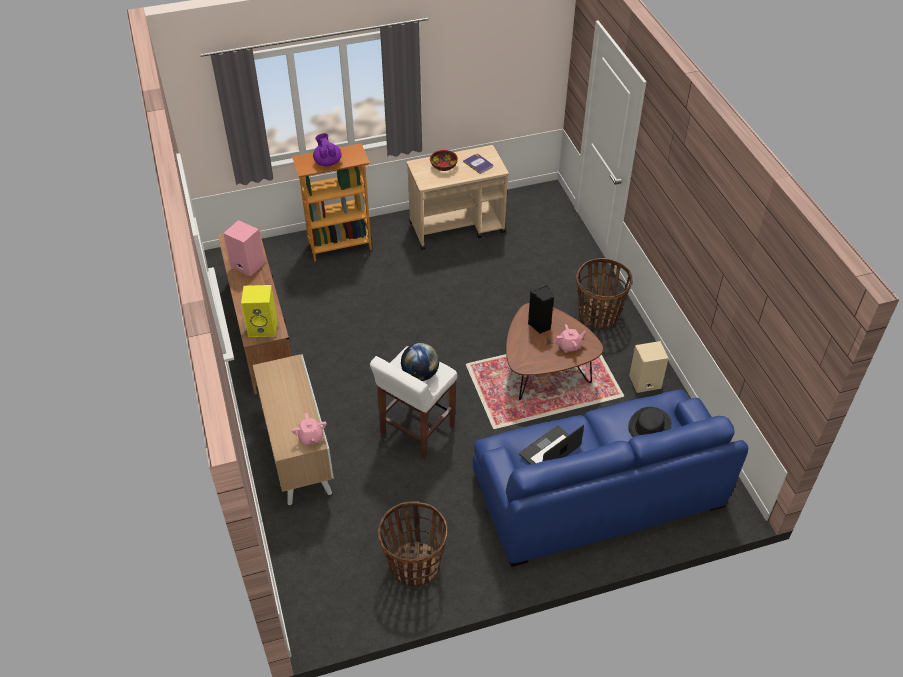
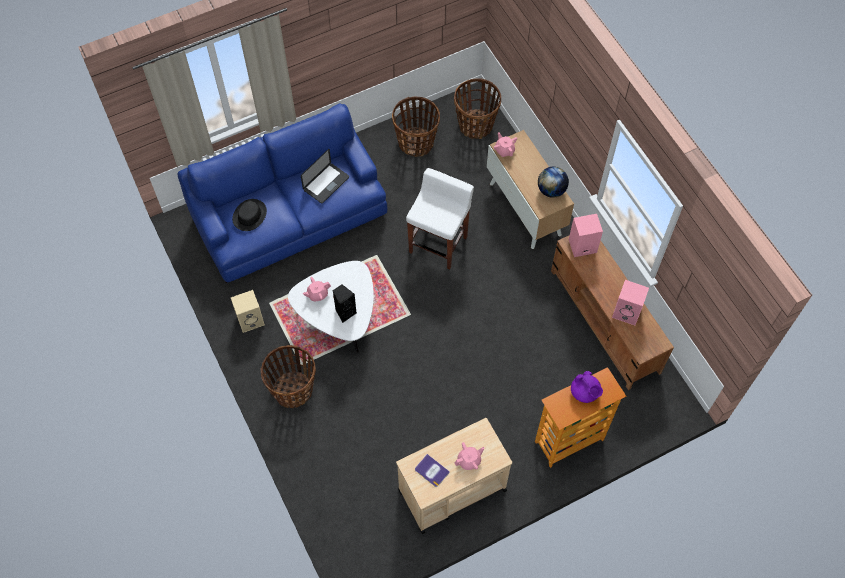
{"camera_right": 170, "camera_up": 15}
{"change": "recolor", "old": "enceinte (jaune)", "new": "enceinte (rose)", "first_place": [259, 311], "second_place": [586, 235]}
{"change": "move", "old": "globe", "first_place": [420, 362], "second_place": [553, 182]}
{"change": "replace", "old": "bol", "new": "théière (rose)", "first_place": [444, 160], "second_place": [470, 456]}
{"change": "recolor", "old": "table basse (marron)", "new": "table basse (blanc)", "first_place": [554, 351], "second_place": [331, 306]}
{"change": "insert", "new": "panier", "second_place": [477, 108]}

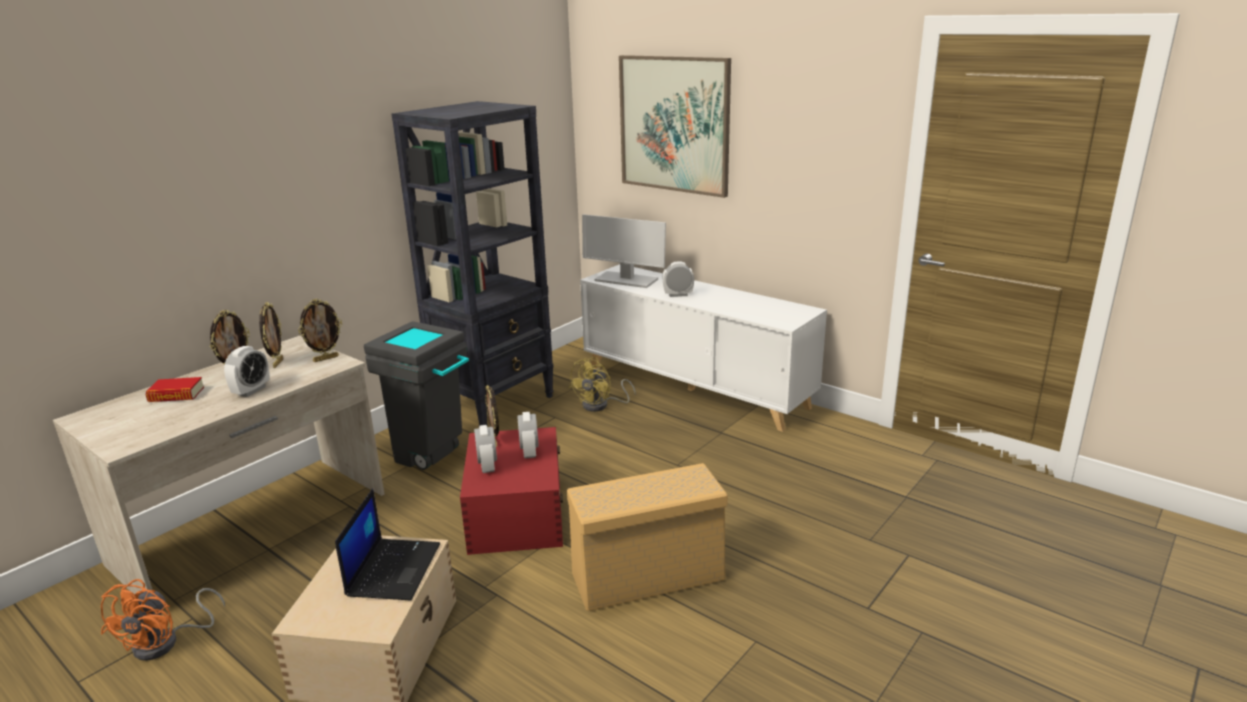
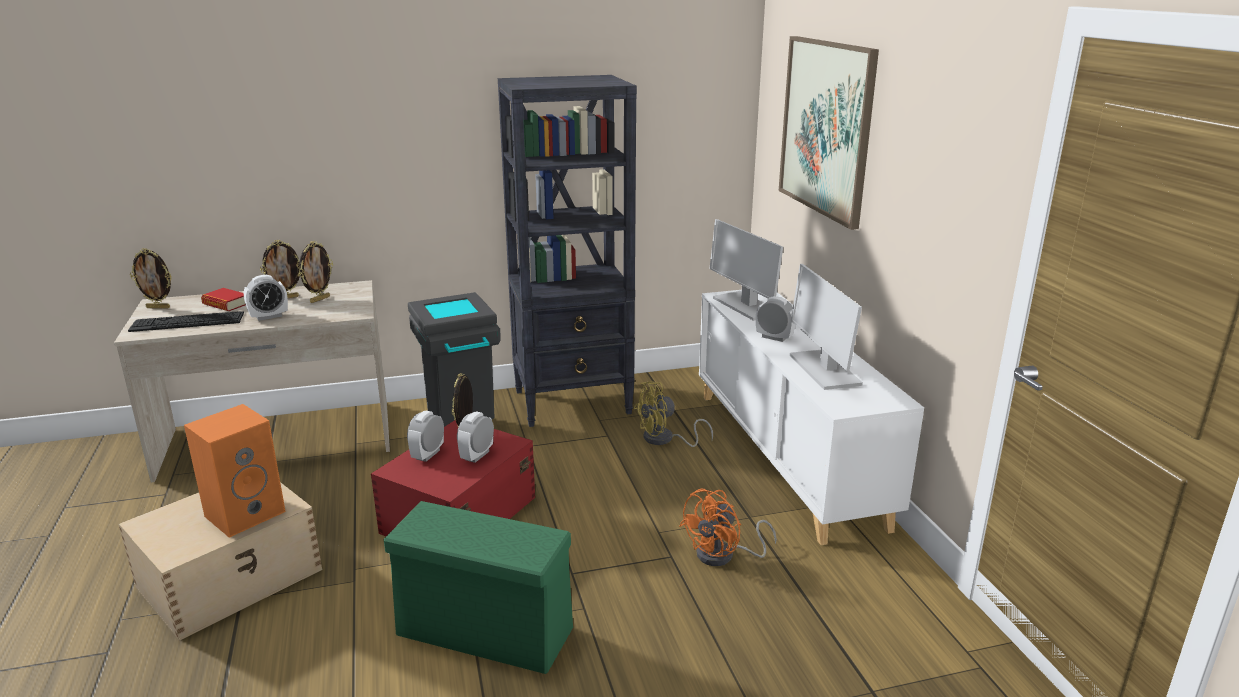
{"camera_right": 35, "camera_up": 0}
{"change": "move", "old": "ventilateur (orange)", "first_place": [163, 620], "second_place": [728, 527]}
{"change": "move", "old": "cadre photo", "first_place": [320, 330], "second_place": [151, 278]}
{"change": "replace", "old": "ordinateur portable", "new": "enceinte (orange)", "first_place": [387, 544], "second_place": [235, 471]}
{"change": "recolor", "old": "boîte de rangement (beige)", "new": "boîte de rangement (vert)", "first_place": [647, 537], "second_place": [478, 587]}
{"change": "insert", "new": "clavier", "second_place": [186, 321]}
{"change": "insert", "new": "écran d'ordinateur", "second_place": [826, 327]}

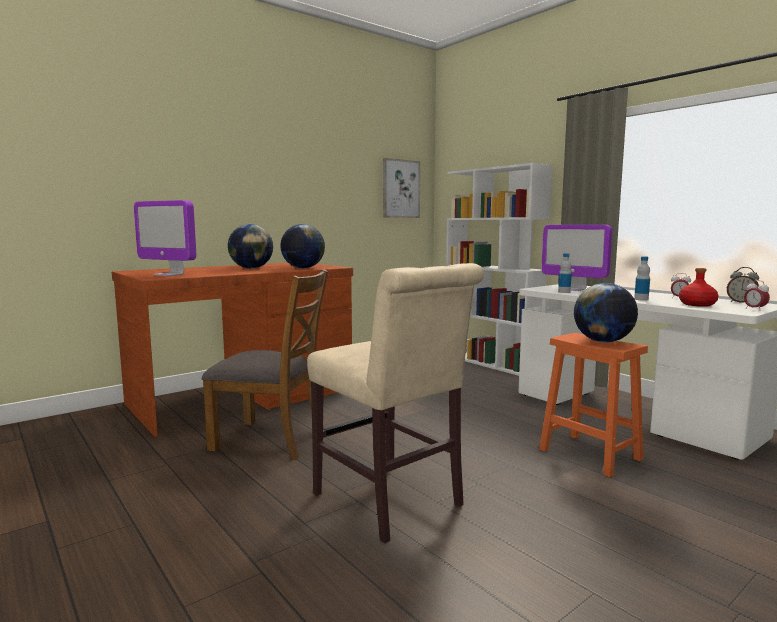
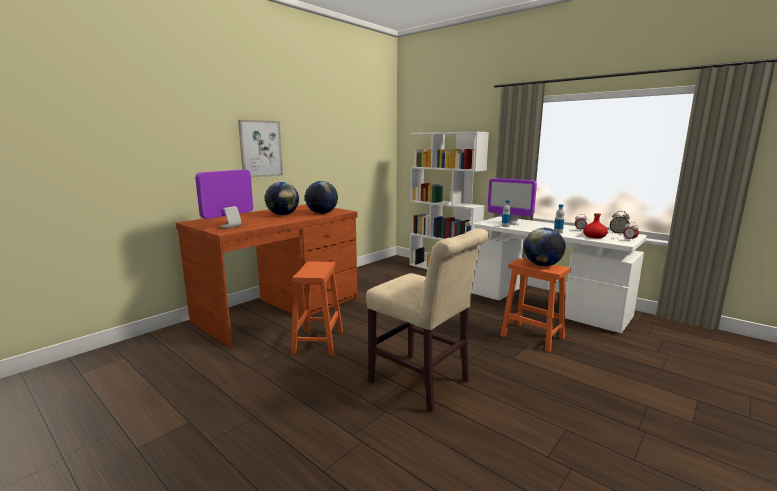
{"camera_right": -10, "camera_up": 5}
{"change": "rotate", "old": "écran d'ordinateur", "first_place": [165, 238], "second_place": [224, 199], "degrees": 105}
{"change": "replace", "old": "chaise (marron)", "new": "tabouret (orange)", "first_place": [265, 364], "second_place": [317, 308]}
{"change": "move", "old": "tableau", "first_place": [401, 188], "second_place": [260, 149]}

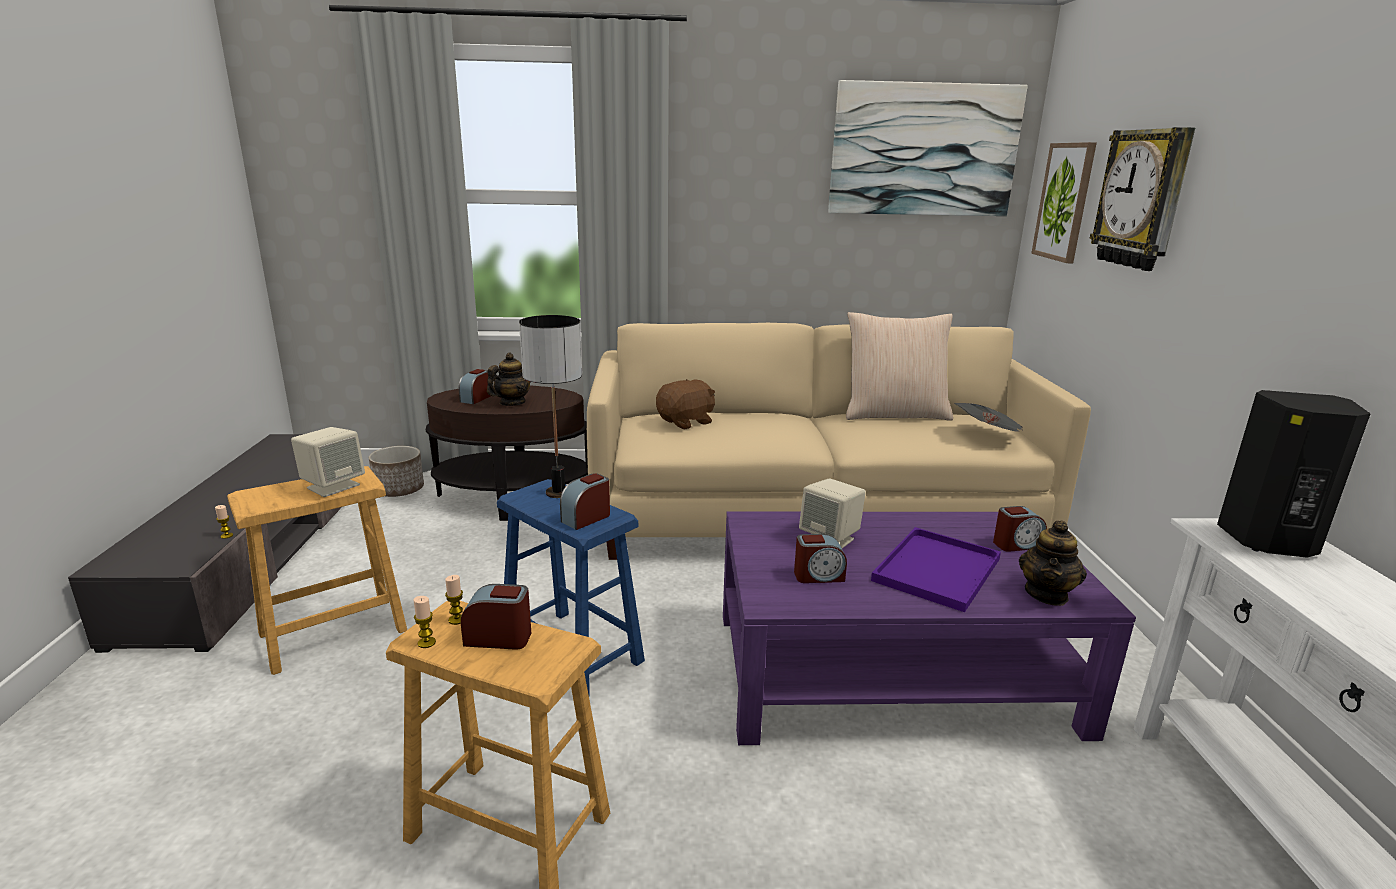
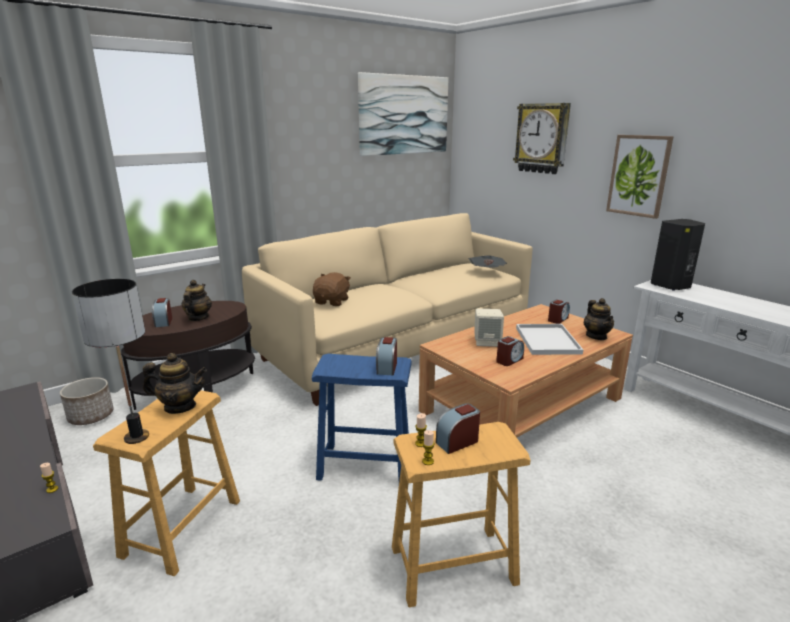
{"camera_right": -35, "camera_up": 0}
{"change": "replace", "old": "enceinte (beige)", "new": "théière", "first_place": [328, 462], "second_place": [175, 383]}
{"change": "move", "old": "lampe de table", "first_place": [550, 406], "second_place": [110, 361]}
{"change": "recolor", "old": "table basse (violet)", "new": "table basse (marron)", "first_place": [929, 628], "second_place": [526, 371]}
{"change": "delete", "old": "coussin (beige)", "first_place": [899, 366]}
{"change": "recolor", "old": "plateau (violet)", "new": "plateau (blanc)", "first_place": [936, 569], "second_place": [549, 339]}
{"change": "move", "old": "tableau", "first_place": [1064, 202], "second_place": [640, 177]}

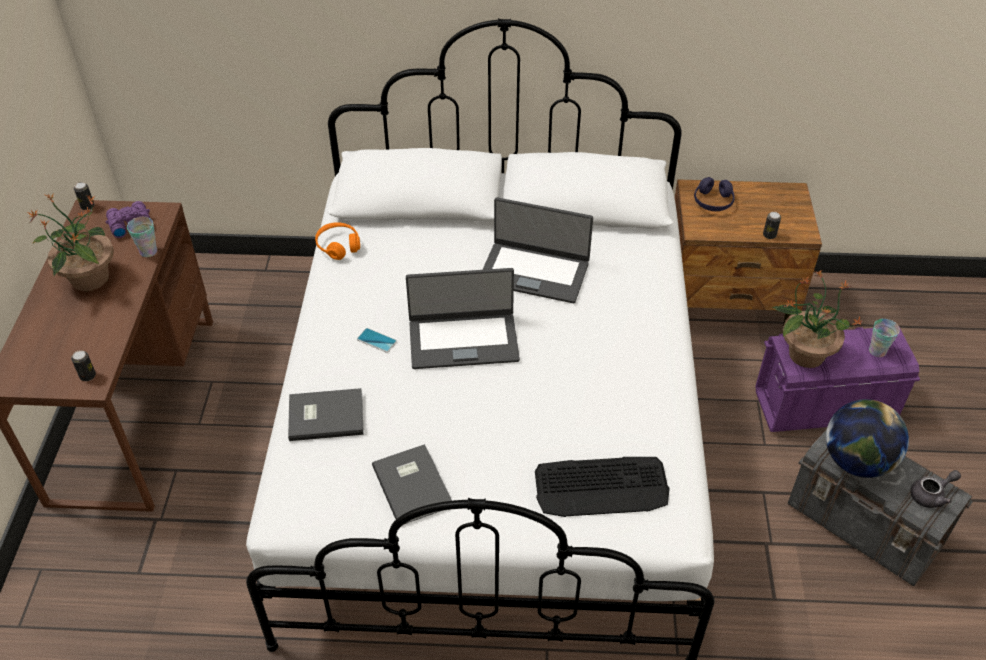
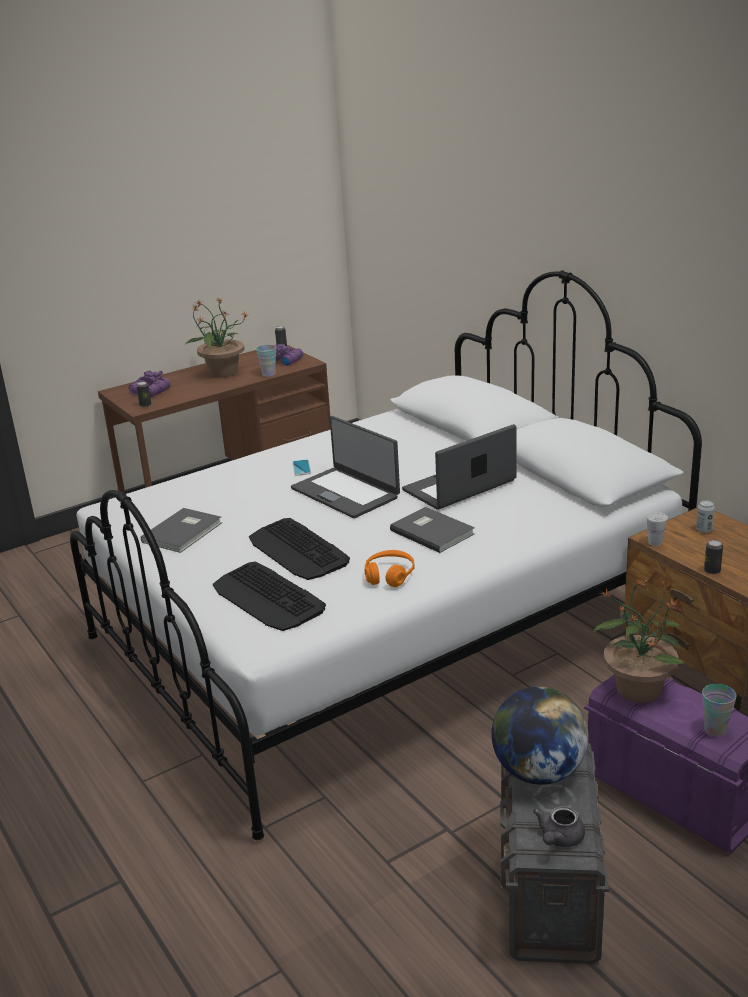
{"camera_right": 55, "camera_up": -20}
{"change": "move", "old": "livre (gris)", "first_place": [326, 414], "second_place": [432, 530]}
{"change": "move", "old": "casque audio (orange)", "first_place": [337, 241], "second_place": [390, 568]}
{"change": "rotate", "old": "ordinateur portable", "first_place": [537, 250], "second_place": [459, 467], "degrees": 75}
{"change": "replace", "old": "casque audio (violet)", "new": "boîte métallique", "first_place": [714, 194], "second_place": [705, 516]}
{"change": "rotate", "old": "théière (gris)", "first_place": [935, 489], "second_place": [559, 826], "degrees": 90}
{"change": "insert", "new": "jumelles (violet)", "second_place": [149, 383]}
{"change": "insert", "new": "clavier", "second_place": [299, 549]}
{"change": "insert", "new": "tasse (blanc)", "second_place": [657, 529]}

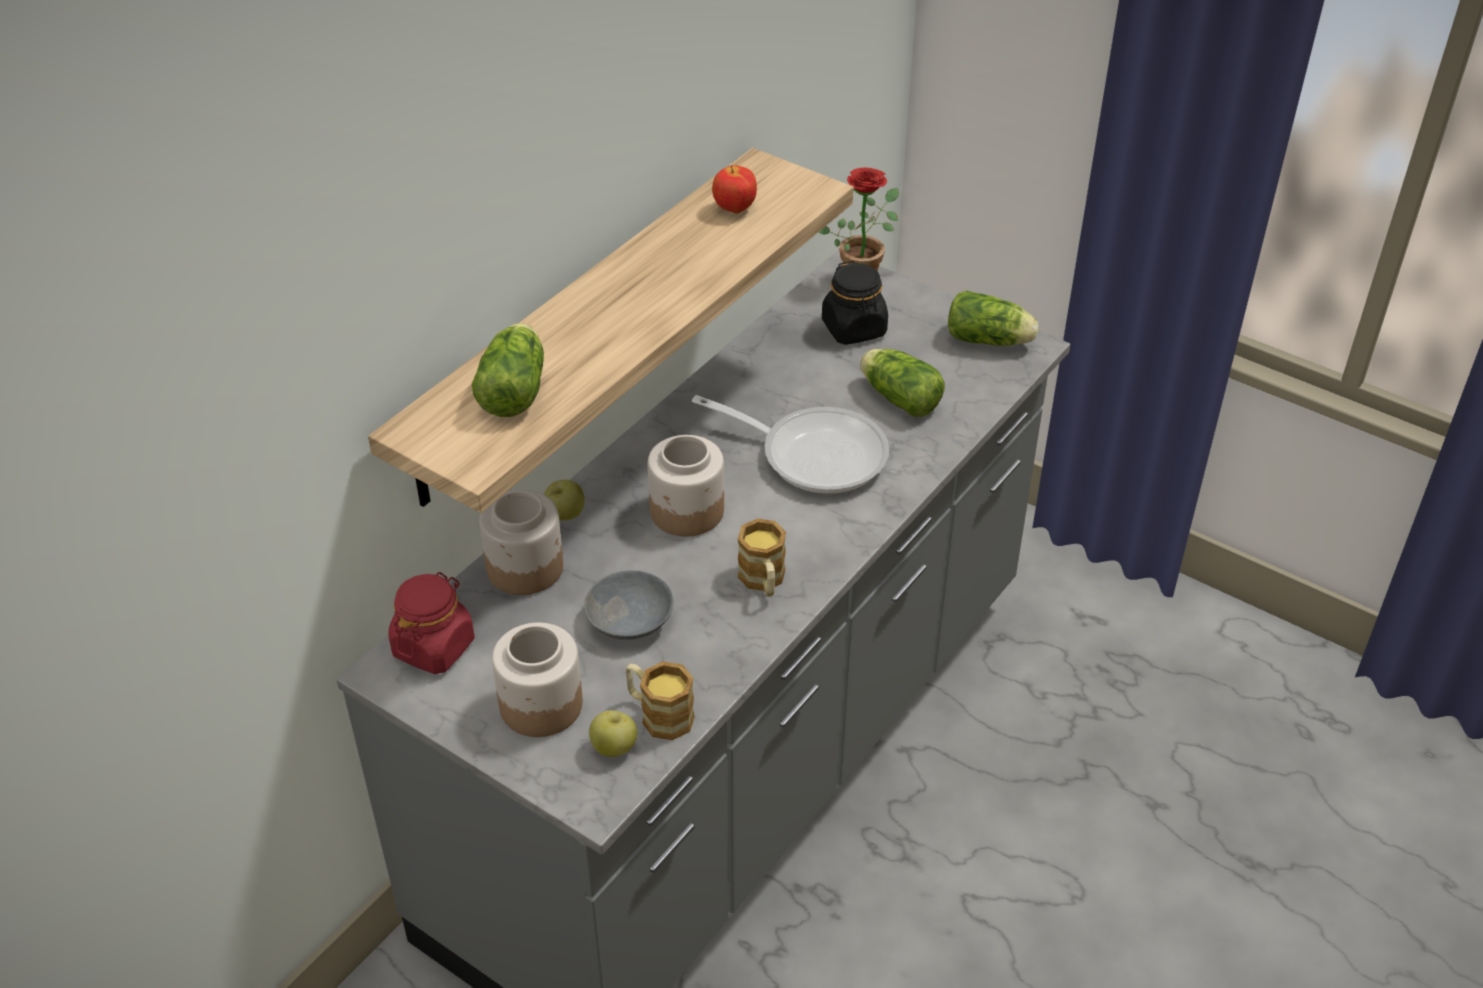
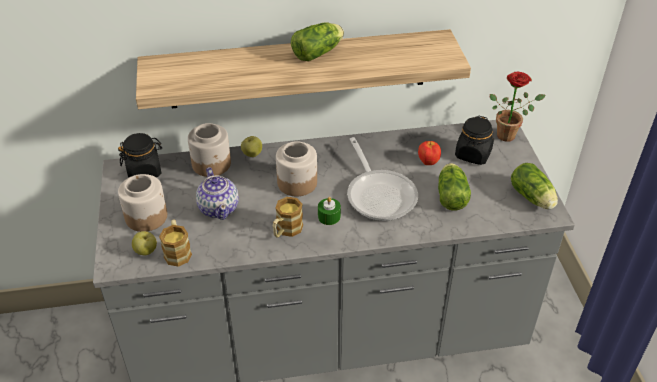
{"camera_right": 45, "camera_up": 0}
{"change": "recolor", "old": "bocal (rouge)", "new": "bocal (noir)", "first_place": [431, 623], "second_place": [140, 155]}
{"change": "move", "old": "laitue", "first_place": [508, 370], "second_place": [317, 41]}
{"change": "replace", "old": "bol (gris)", "new": "théière", "first_place": [628, 605], "second_place": [217, 193]}
{"change": "move", "old": "pomme", "first_place": [734, 189], "second_place": [429, 153]}
{"change": "insert", "new": "bougie (vert)", "second_place": [329, 211]}

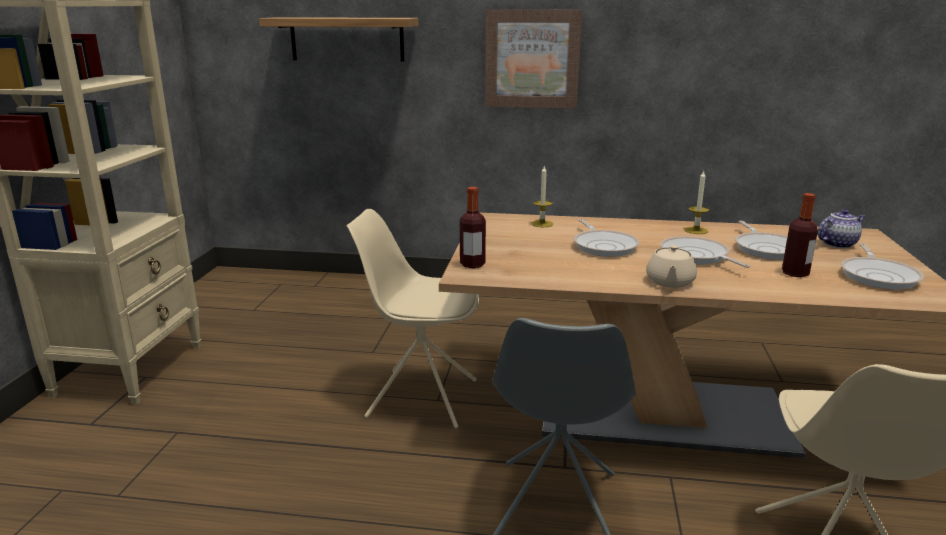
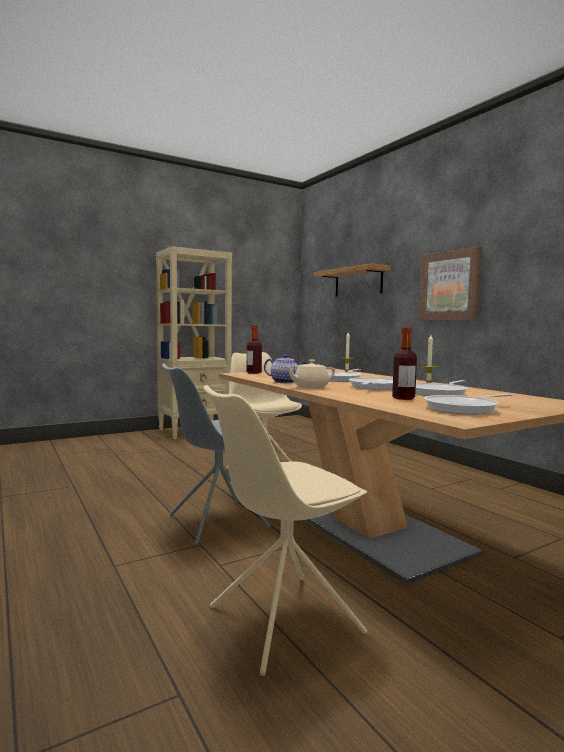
{"camera_right": 50, "camera_up": -15}
{"change": "move", "old": "théière", "first_place": [841, 228], "second_place": [285, 368]}

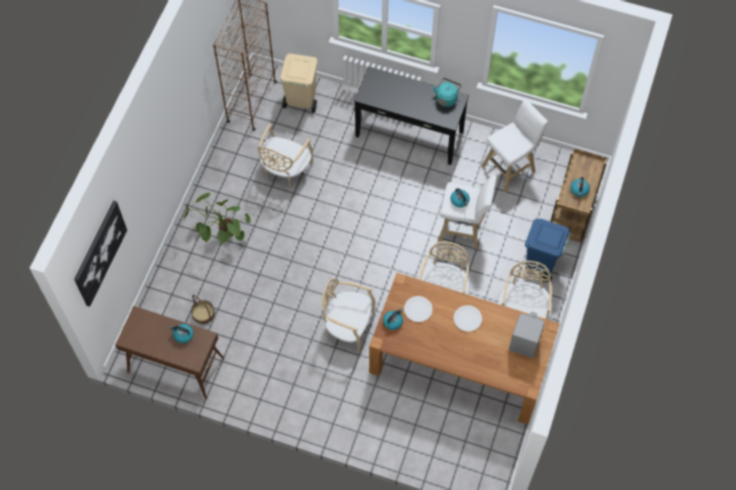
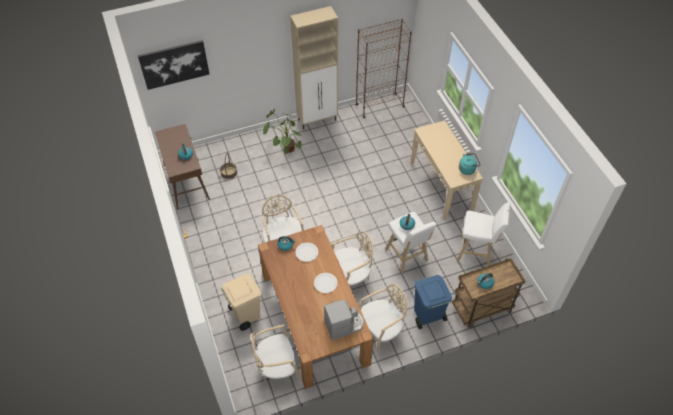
{"camera_right": 50, "camera_up": -10}
{"change": "move", "old": "chaise (beige)", "first_place": [285, 156], "second_place": [275, 353]}
{"change": "move", "old": "poubelle (beige)", "first_place": [299, 83], "second_place": [241, 302]}
{"change": "recolor", "old": "table console (noir)", "new": "table console (beige)", "first_place": [411, 115], "second_place": [447, 170]}
{"change": "insert", "new": "meuble de rangement (beige)", "second_place": [314, 68]}

